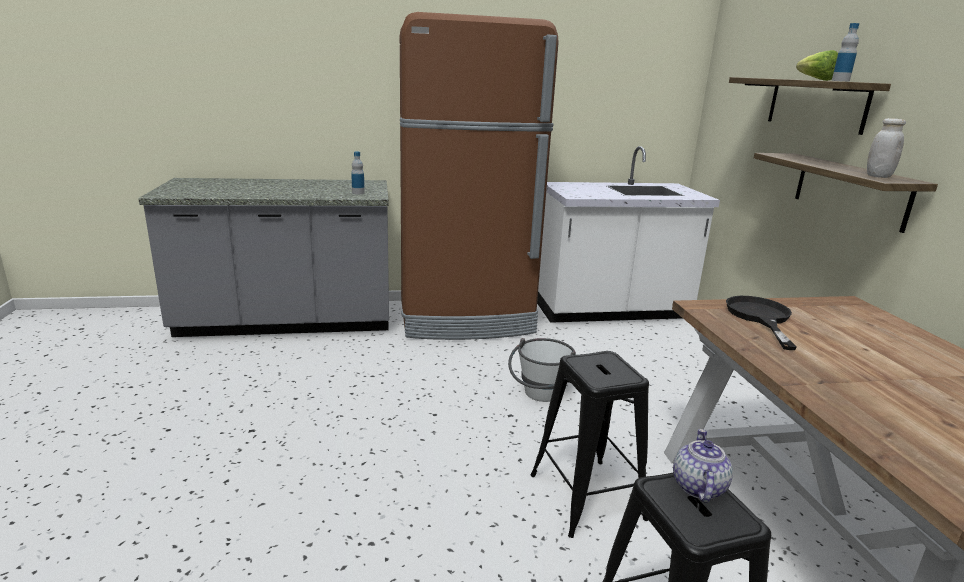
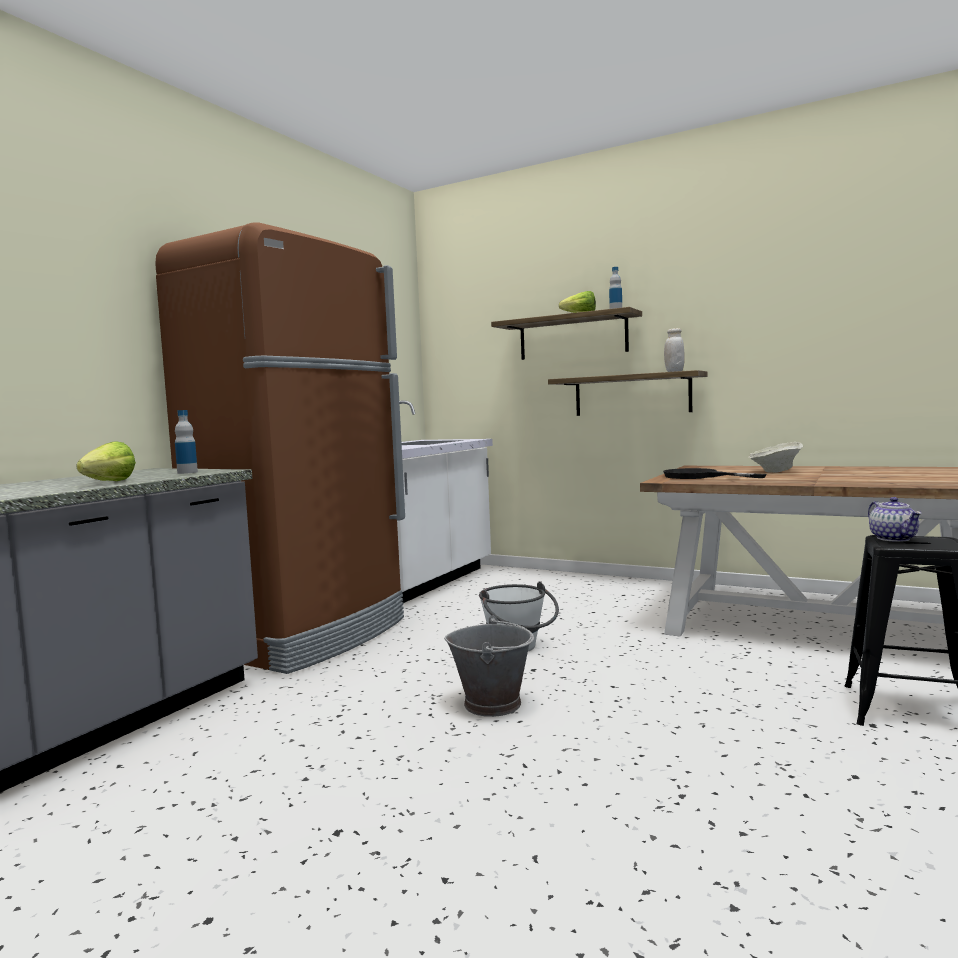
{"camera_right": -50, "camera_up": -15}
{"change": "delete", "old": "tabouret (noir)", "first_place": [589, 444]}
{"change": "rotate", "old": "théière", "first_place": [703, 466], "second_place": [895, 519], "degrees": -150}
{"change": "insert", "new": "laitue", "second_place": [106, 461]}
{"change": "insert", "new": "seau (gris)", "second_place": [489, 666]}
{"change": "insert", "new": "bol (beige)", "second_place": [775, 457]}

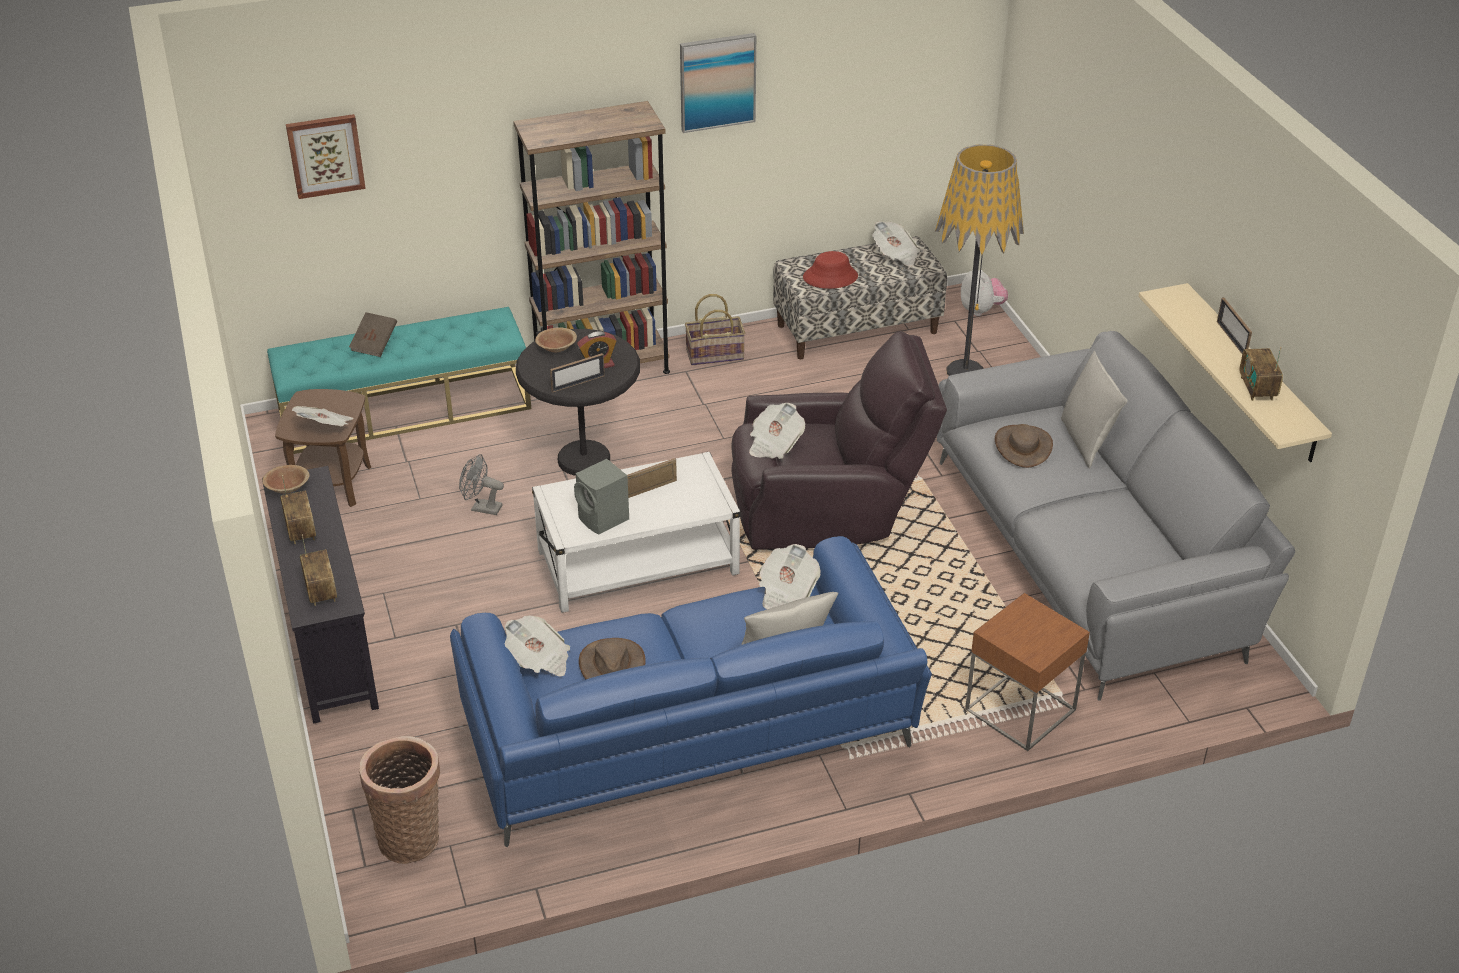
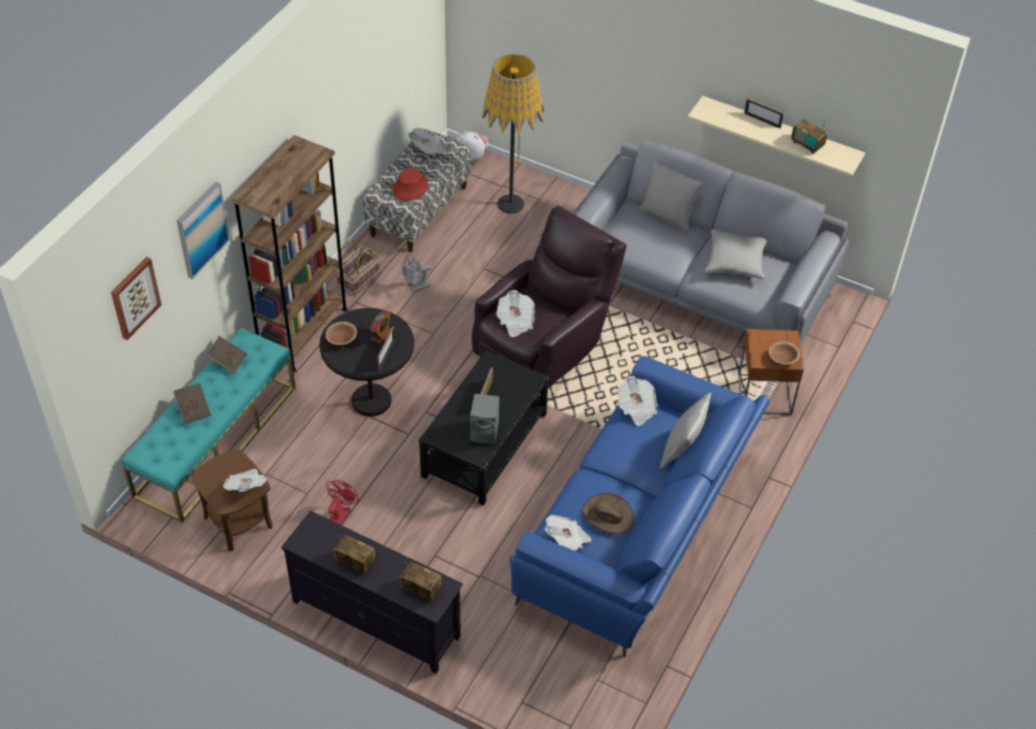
{"camera_right": -45, "camera_up": 10}
{"change": "move", "old": "bol (marron)", "first_place": [286, 479], "second_place": [784, 353]}
{"change": "delete", "old": "panier", "first_place": [400, 800]}
{"change": "move", "old": "ventilateur (gris)", "first_place": [481, 484], "second_place": [417, 273]}
{"change": "recolor", "old": "table basse (blanc)", "new": "table basse (noir)", "first_place": [636, 532], "second_place": [484, 427]}
{"change": "move", "old": "tableau", "first_place": [718, 83], "second_place": [203, 230]}
{"change": "delete", "old": "chapeau (marron)", "first_place": [1024, 446]}
{"change": "insert", "new": "livre (marron)", "second_place": [226, 355]}
{"change": "insert", "new": "ventilateur (rouge)", "second_place": [342, 502]}
{"change": "insert", "new": "coussin (gris)", "second_place": [736, 254]}

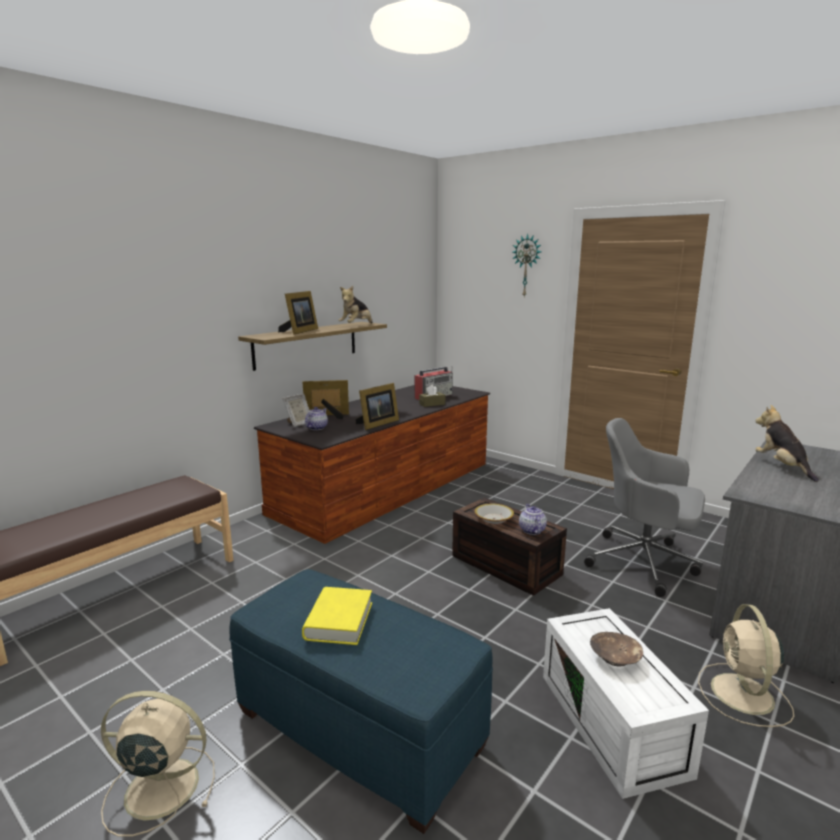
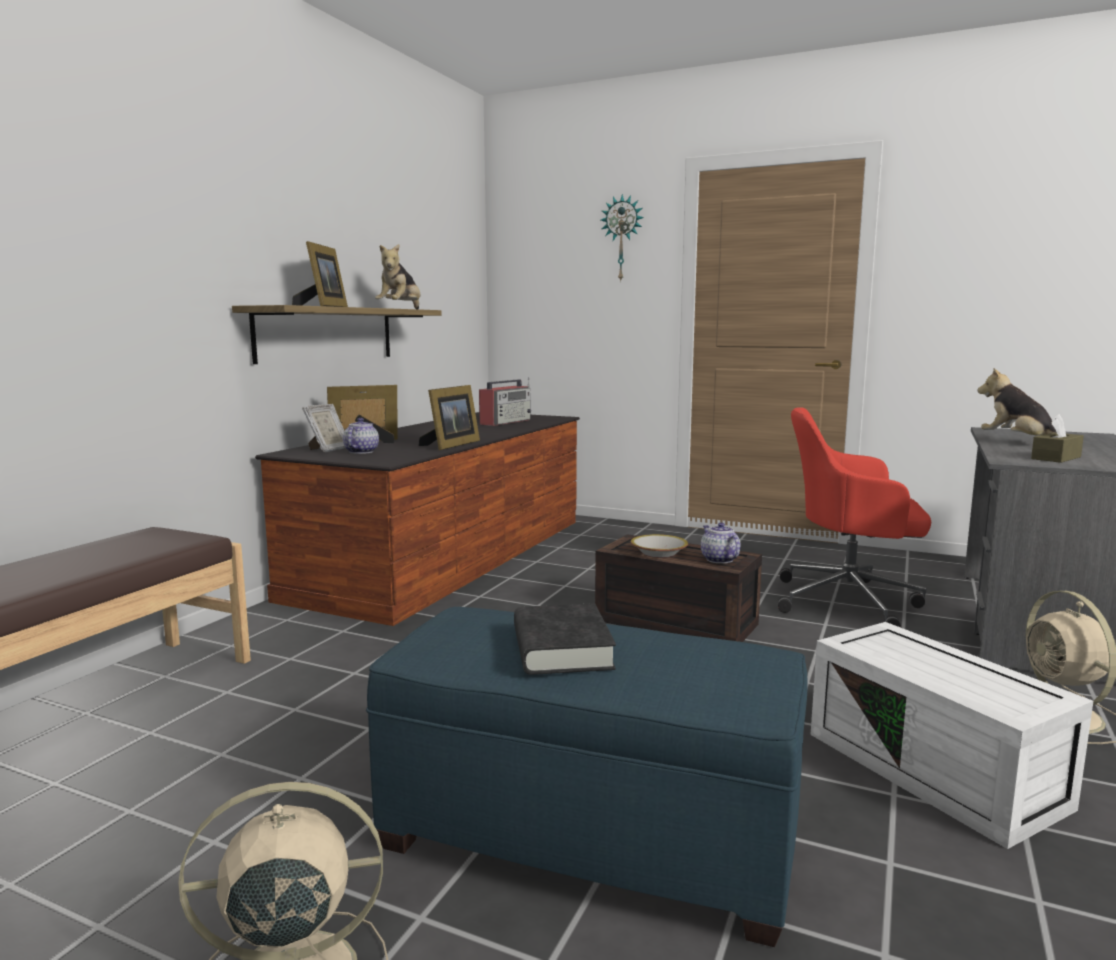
{"camera_right": -15, "camera_up": -5}
{"change": "recolor", "old": "livre (jaune)", "new": "livre (noir)", "first_place": [337, 616], "second_place": [565, 639]}
{"change": "move", "old": "boîte à mouchoirs (marron)", "first_place": [432, 396], "second_place": [1057, 438]}
{"change": "recolor", "old": "chaise de bureau (gris)", "new": "chaise de bureau (rouge)", "first_place": [644, 507], "second_place": [854, 517]}
{"change": "delete", "old": "bol (marron)", "first_place": [616, 649]}

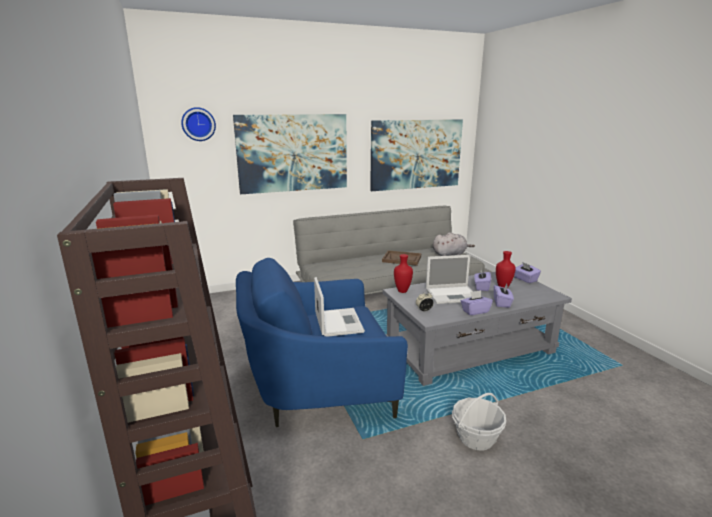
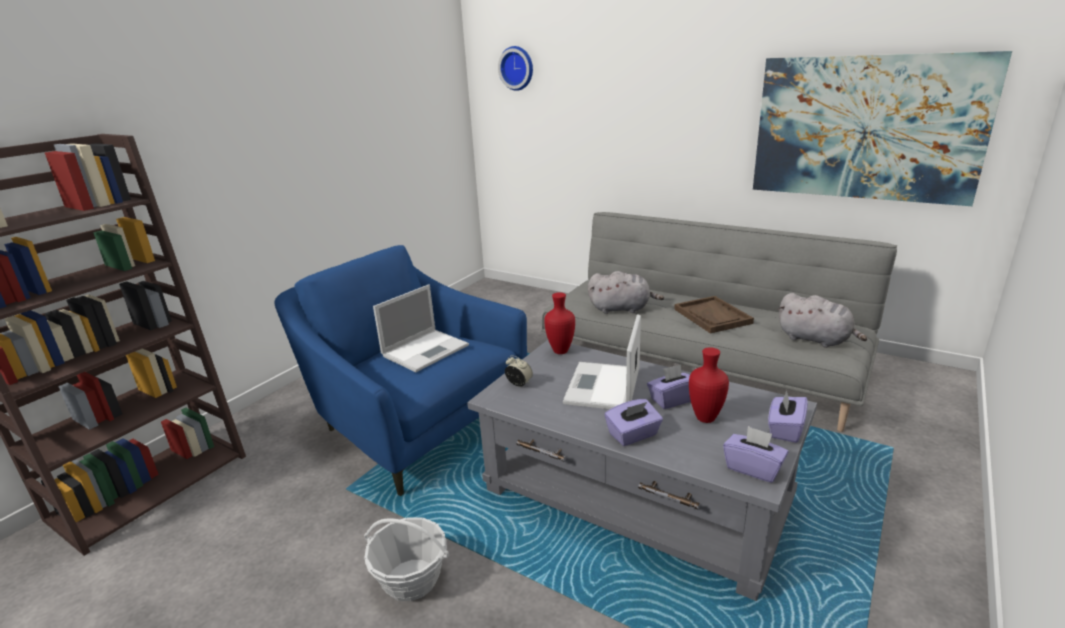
{"camera_right": 55, "camera_up": 5}
{"change": "delete", "old": "tableau", "first_place": [290, 154]}
{"change": "rotate", "old": "ordinateur portable", "first_place": [449, 279], "second_place": [602, 361], "degrees": 60}
{"change": "move", "old": "boîte à mouchoirs (violet)", "first_place": [477, 302], "second_place": [755, 454]}
{"change": "insert", "new": "peluche (gris)", "second_place": [626, 292]}

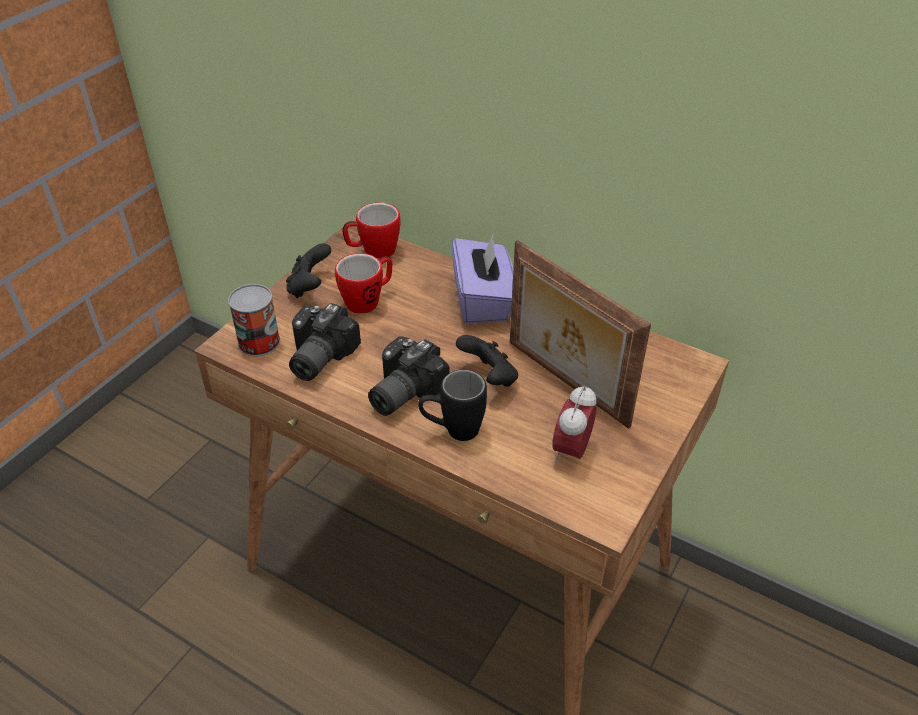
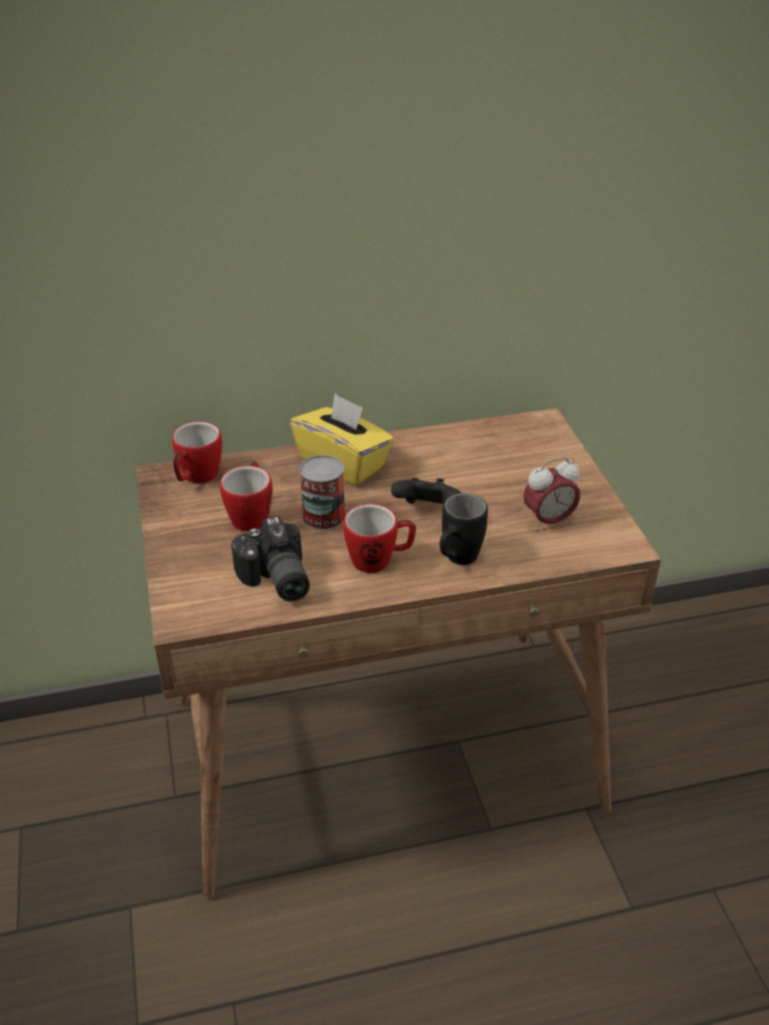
{"camera_right": -45, "camera_up": -5}
{"change": "move", "old": "boîte métallique", "first_place": [254, 320], "second_place": [322, 492]}
{"change": "delete", "old": "manette (noir)", "first_place": [308, 270]}
{"change": "replace", "old": "appareil photo", "new": "mug", "first_place": [408, 376], "second_place": [379, 538]}
{"change": "recolor", "old": "boîte à mouchoirs (violet)", "new": "boîte à mouchoirs (jaune)", "first_place": [482, 279], "second_place": [342, 439]}
{"change": "delete", "old": "cadre photo", "first_place": [580, 334]}
{"change": "rotate", "old": "réveil", "first_place": [574, 424], "second_place": [552, 494], "degrees": -90}

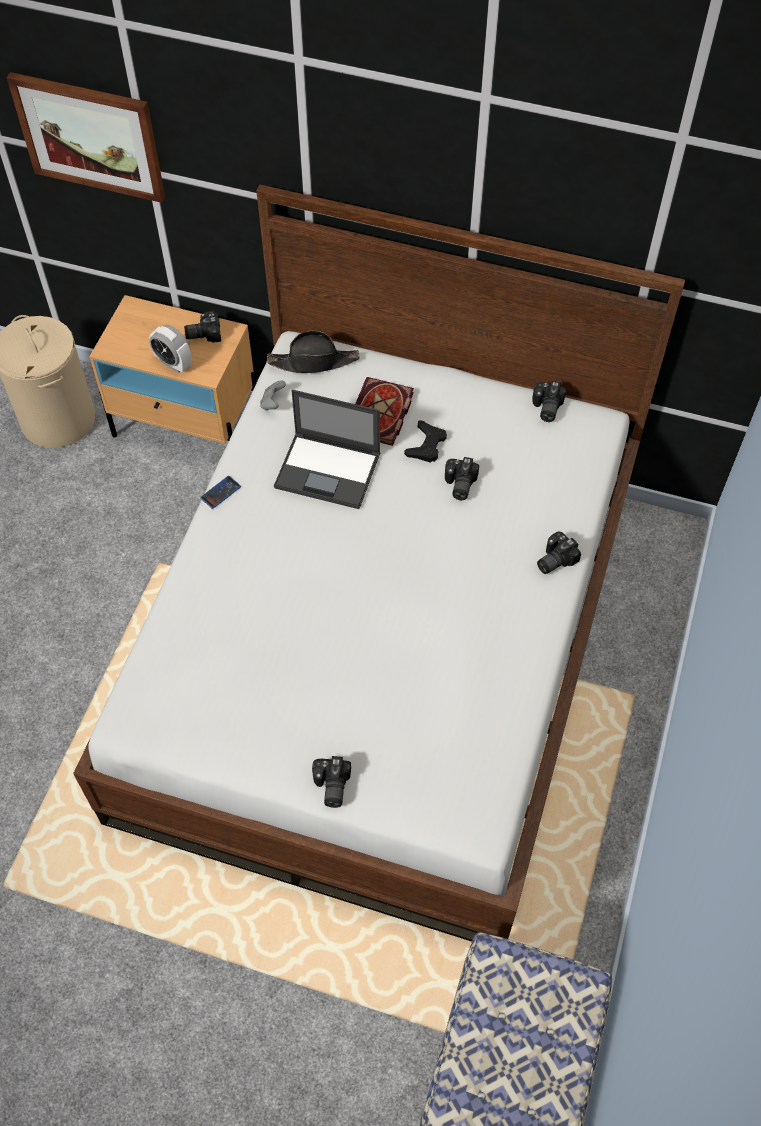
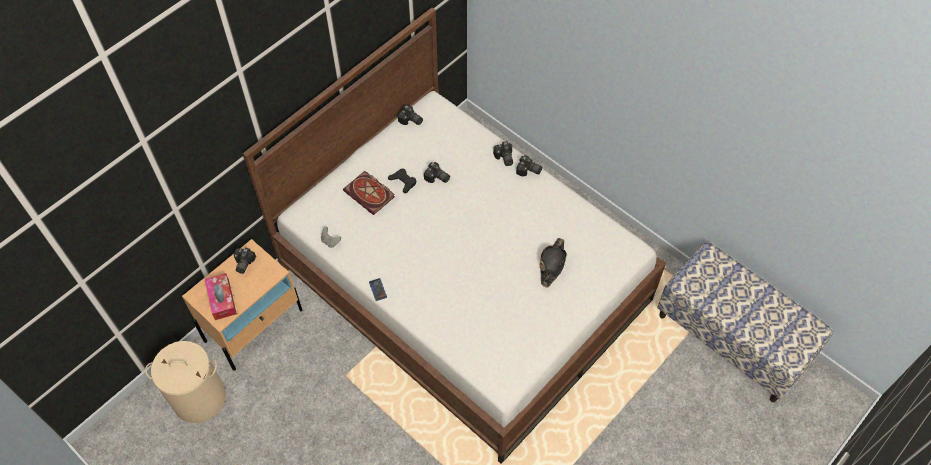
{"camera_right": -65, "camera_up": 0}
{"change": "delete", "old": "tableau", "first_place": [86, 137]}
{"change": "delete", "old": "réveil", "first_place": [170, 349]}
{"change": "move", "old": "chapeau (noir)", "first_place": [313, 352], "second_place": [553, 262]}
{"change": "delete", "old": "ordinateur portable", "first_place": [327, 449]}
{"change": "move", "old": "appareil photo", "first_place": [331, 782], "second_place": [529, 166]}
{"change": "insert", "new": "boîte à mouchoirs", "second_place": [221, 296]}

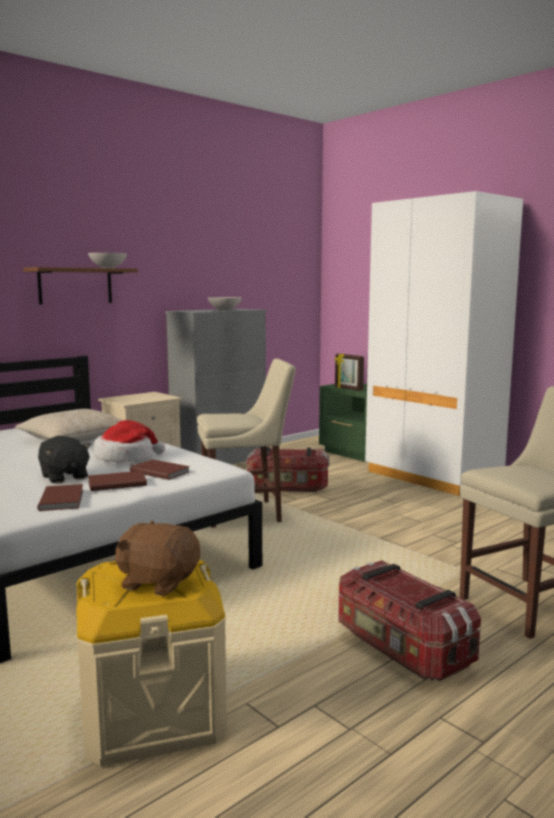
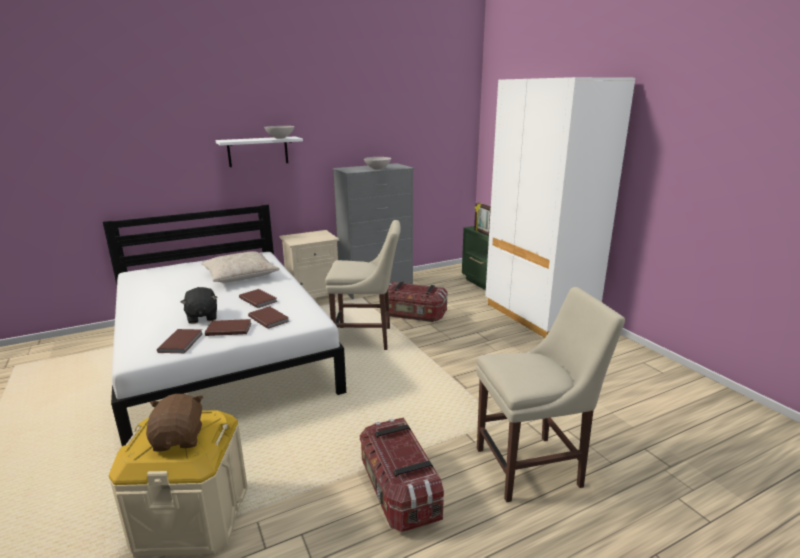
{"camera_right": 15, "camera_up": 10}
{"change": "recolor", "old": "étagère (marron)", "new": "étagère (blanc)", "first_place": [80, 285], "second_place": [259, 151]}
{"change": "replace", "old": "chapeau", "new": "livre (marron)", "first_place": [129, 441], "second_place": [258, 298]}
{"change": "rotate", "old": "peluche (marron)", "first_place": [157, 558], "second_place": [174, 423], "degrees": 45}

